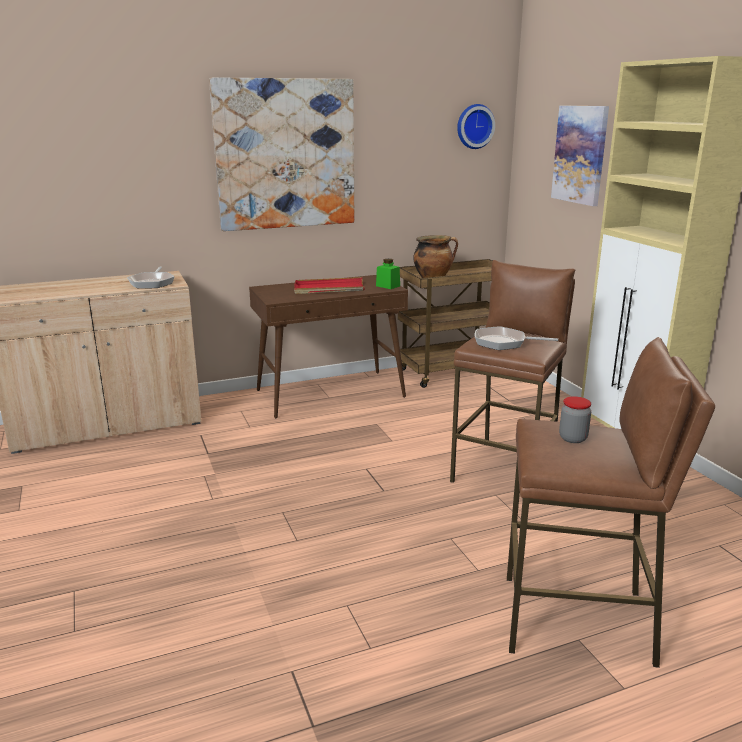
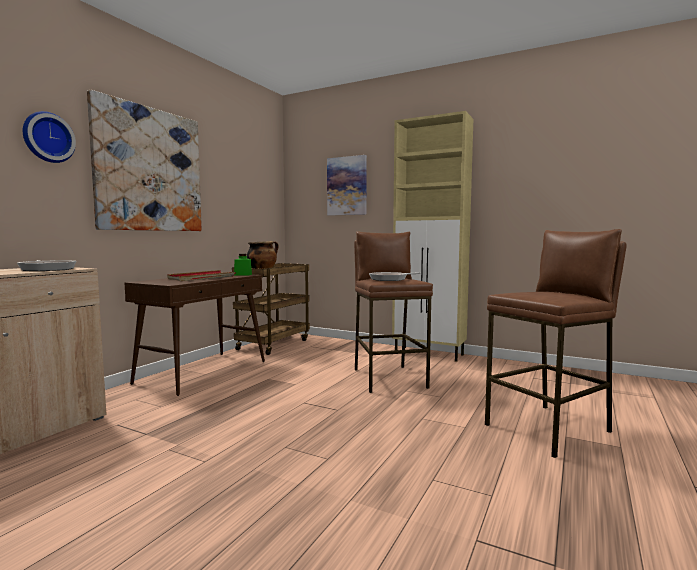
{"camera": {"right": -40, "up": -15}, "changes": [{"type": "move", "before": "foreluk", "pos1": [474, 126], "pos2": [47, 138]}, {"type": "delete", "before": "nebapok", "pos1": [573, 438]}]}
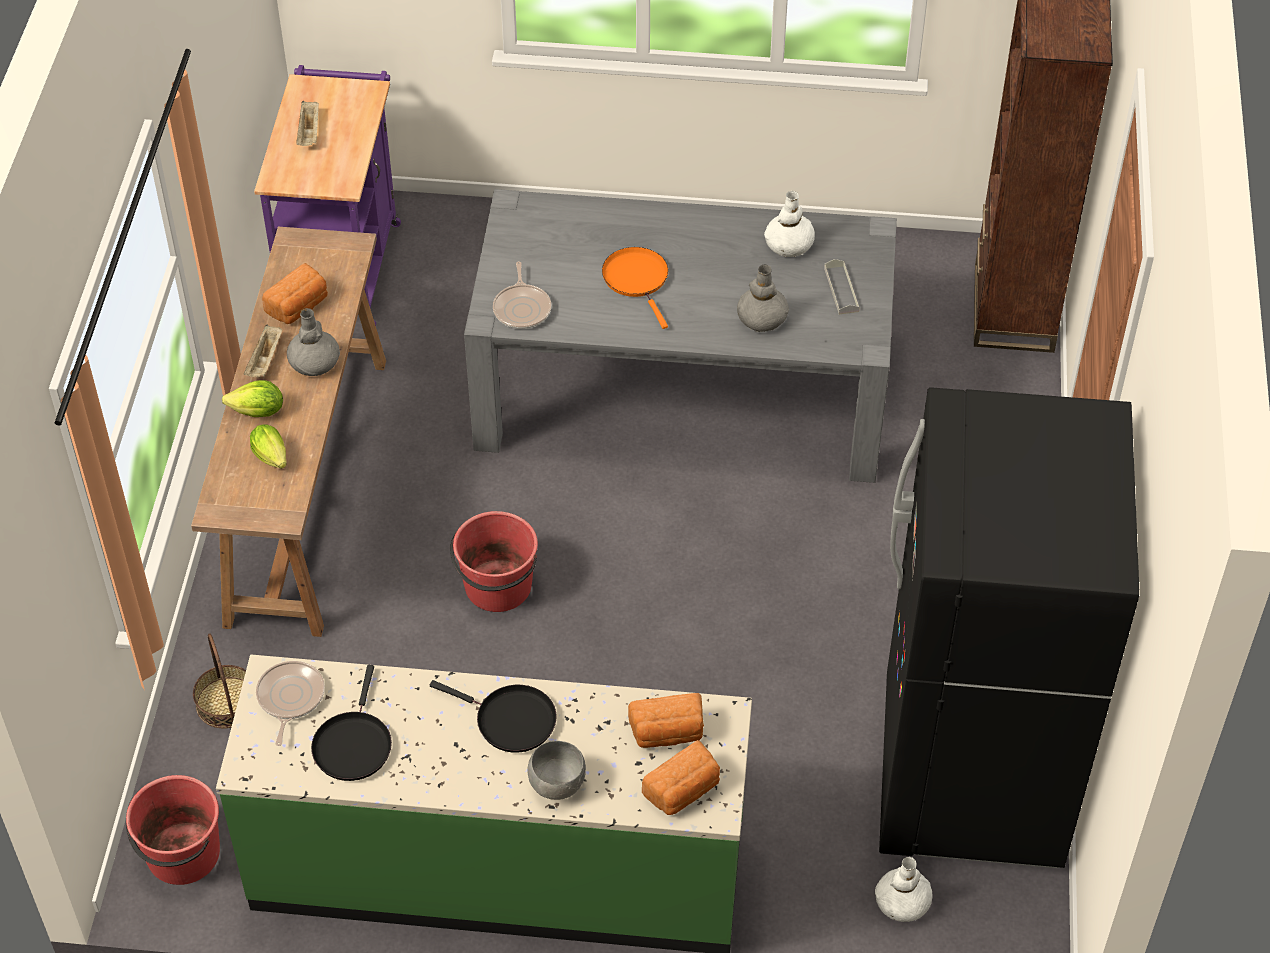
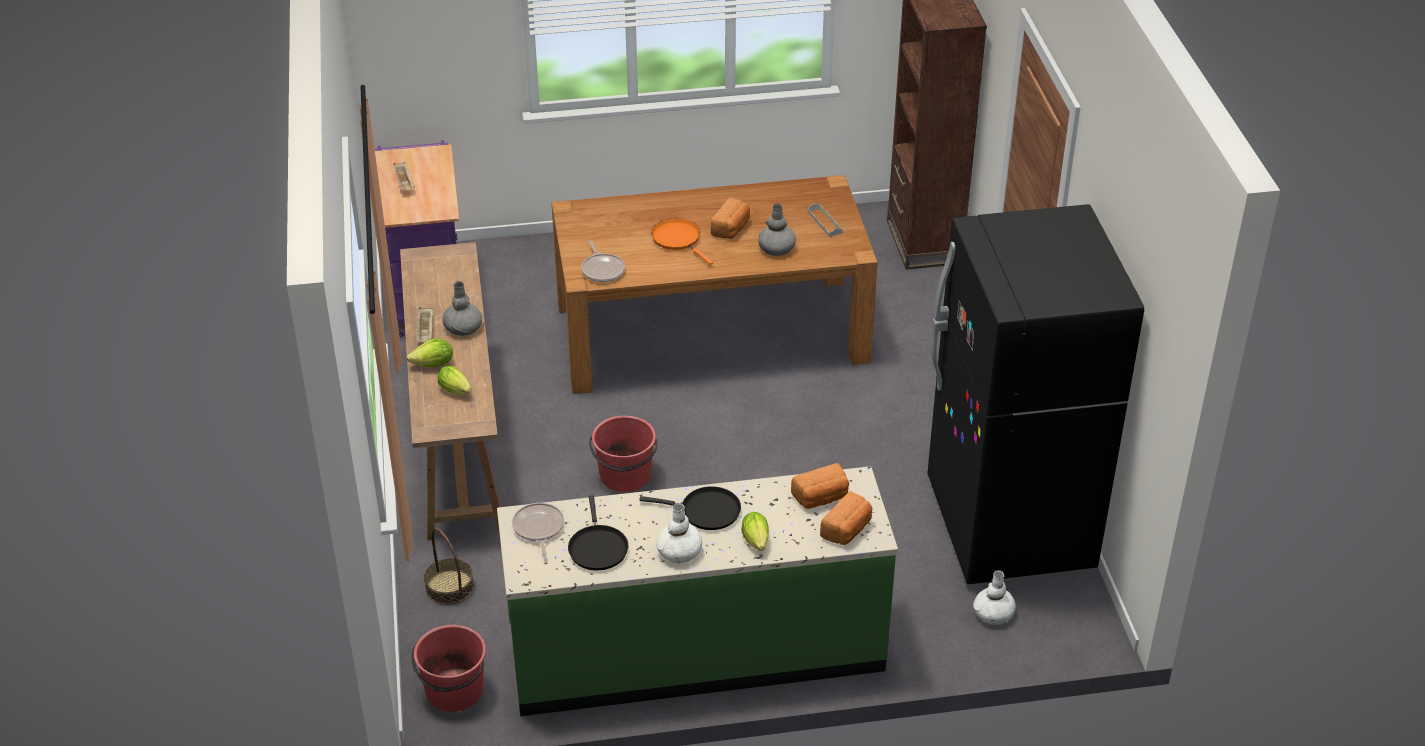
{"camera": {"right": -15, "up": -10}, "changes": [{"type": "move", "before": "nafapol", "pos1": [299, 307], "pos2": [731, 228]}, {"type": "recolor", "before": "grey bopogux", "after": "brown bopogux", "pos1": [682, 392], "pos2": [711, 331]}, {"type": "replace", "before": "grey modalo", "after": "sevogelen", "pos1": [558, 783], "pos2": [756, 542]}, {"type": "move", "before": "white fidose", "pos1": [789, 245], "pos2": [679, 552]}]}
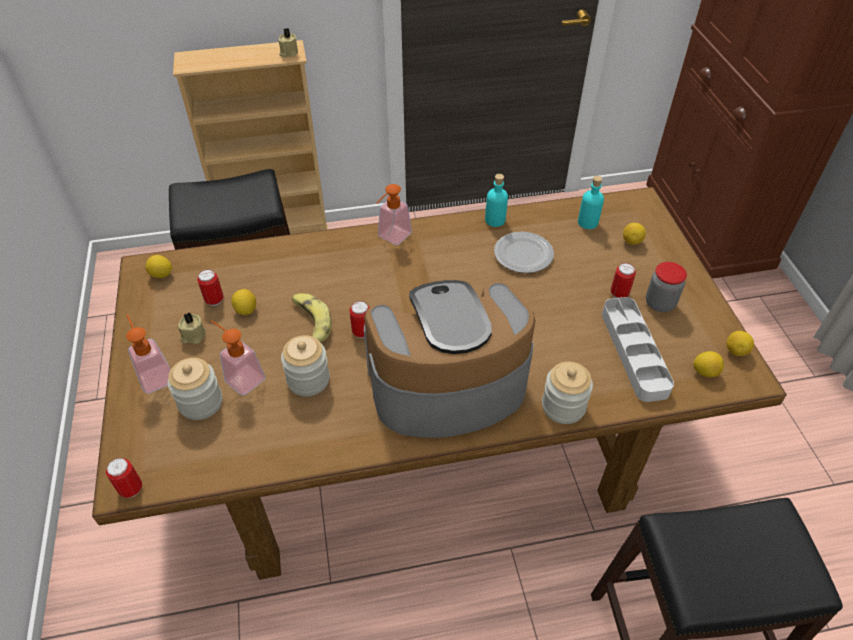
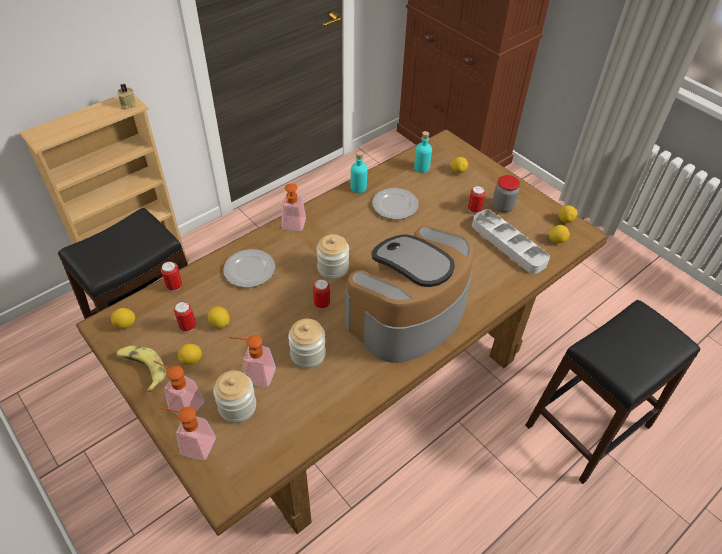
{"camera": {"right": -30, "up": 0}, "changes": [{"type": "move", "before": "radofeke", "pos1": [131, 489], "pos2": [174, 286]}, {"type": "replace", "before": "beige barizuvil", "after": "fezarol", "pos1": [193, 336], "pos2": [191, 360]}, {"type": "move", "before": "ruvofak", "pos1": [310, 322], "pos2": [142, 369]}, {"type": "move", "before": "nebapok", "pos1": [563, 406], "pos2": [333, 268]}, {"type": "insert", "after": "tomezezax", "pos2": [192, 444]}, {"type": "insert", "after": "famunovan", "pos2": [249, 270]}]}
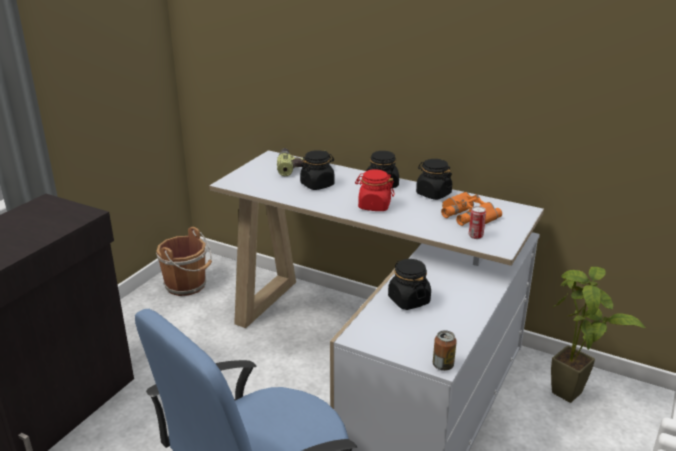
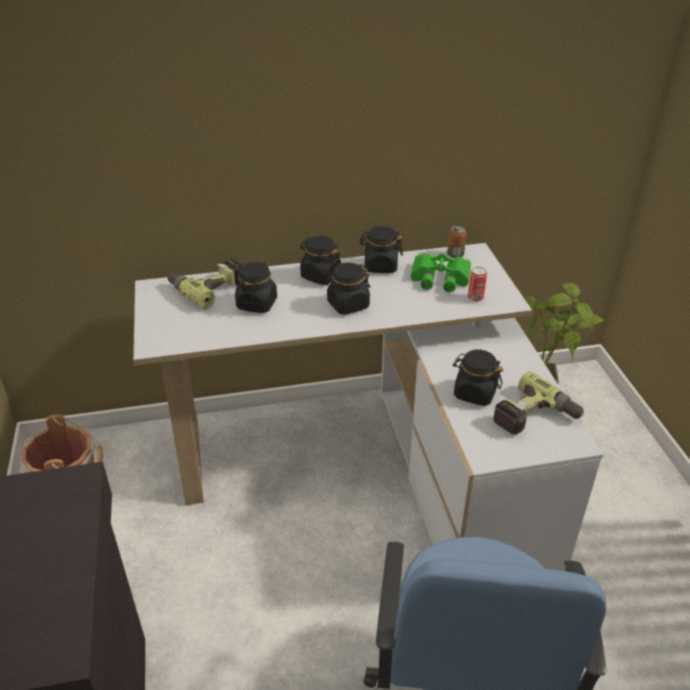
{"camera": {"right": -40, "up": 10}, "changes": [{"type": "recolor", "before": "red nebapok", "after": "black nebapok", "pos1": [374, 206], "pos2": [348, 305]}, {"type": "move", "before": "radofeke", "pos1": [443, 365], "pos2": [455, 255]}, {"type": "recolor", "before": "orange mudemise", "after": "green mudemise", "pos1": [466, 215], "pos2": [439, 278]}, {"type": "insert", "after": "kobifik", "pos2": [534, 418]}]}
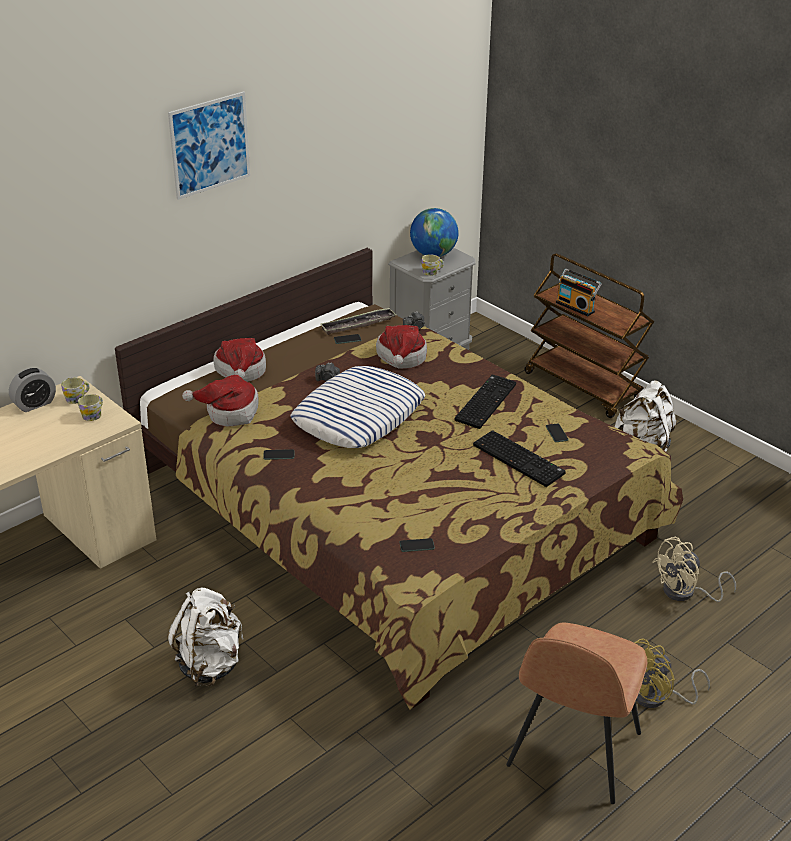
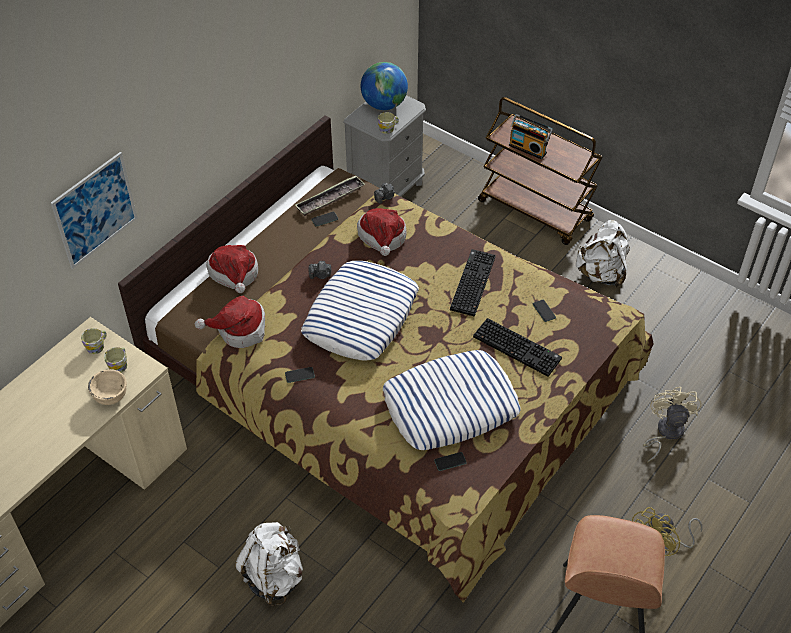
{"camera": {"right": -10, "up": 15}, "changes": [{"type": "delete", "before": "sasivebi", "pos1": [35, 404]}, {"type": "move", "before": "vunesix", "pos1": [210, 145], "pos2": [95, 210]}, {"type": "rotate", "before": "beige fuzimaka", "pos1": [685, 593], "pos2": [665, 432], "turn": 135}, {"type": "insert", "after": "beige modalo", "pos2": [110, 396]}, {"type": "insert", "after": "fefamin", "pos2": [450, 405]}]}
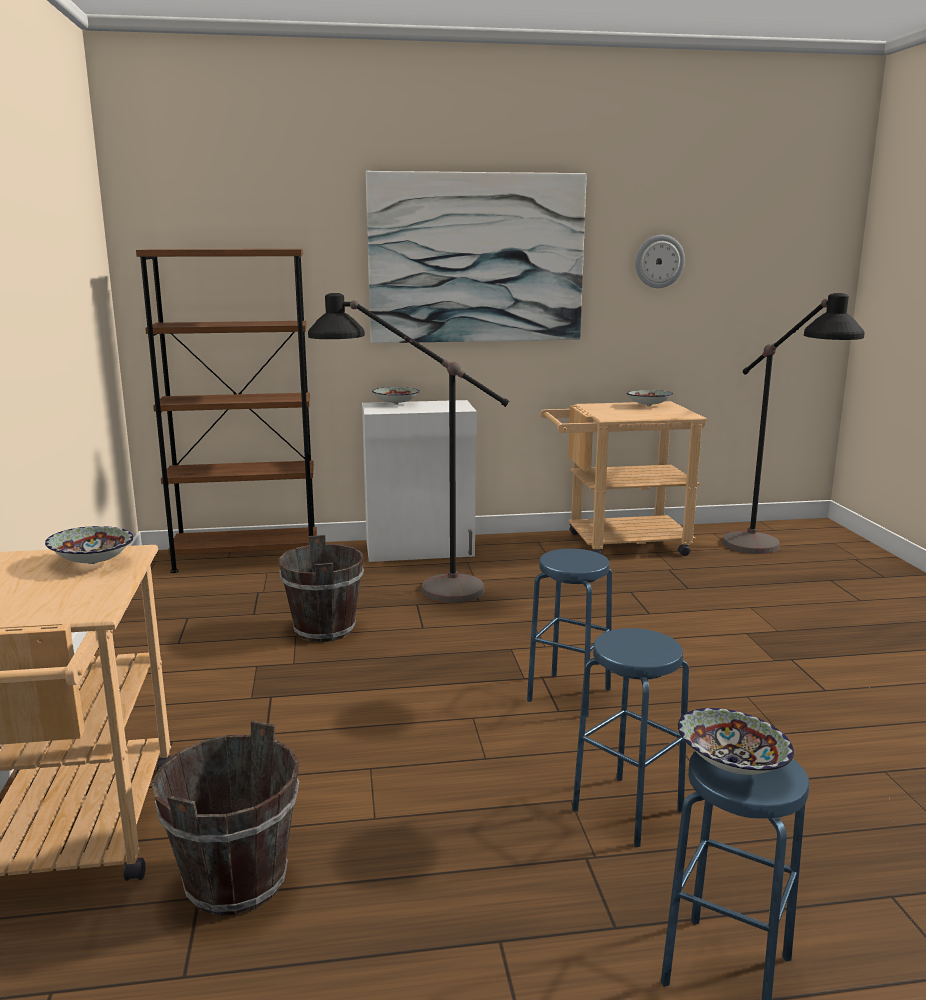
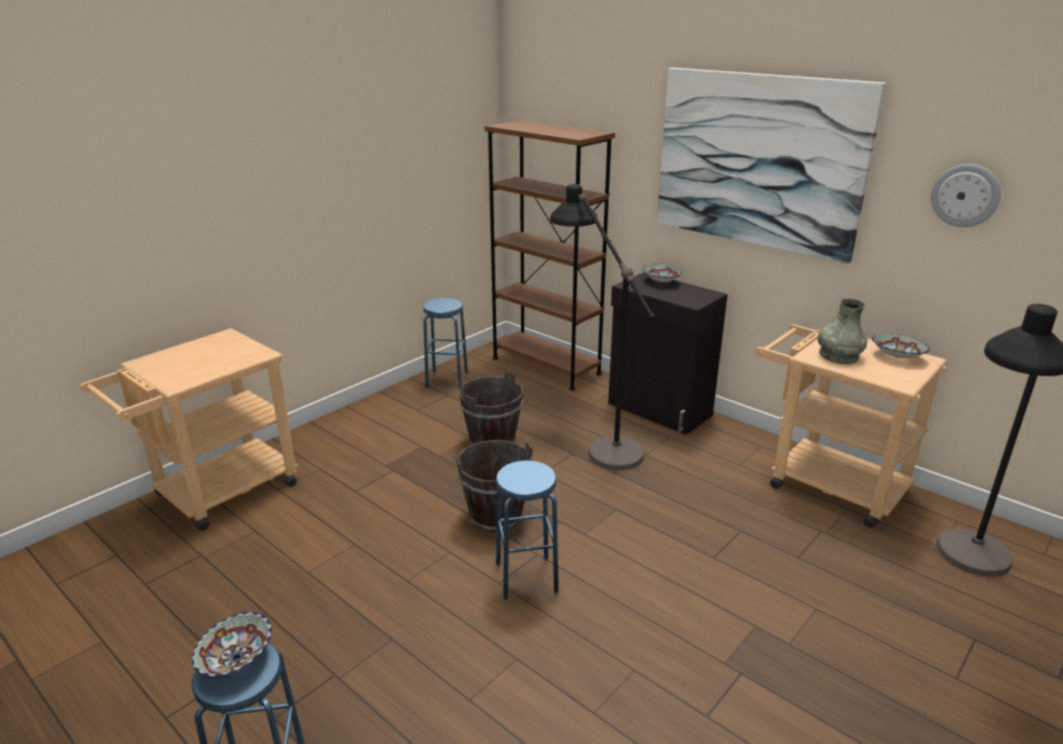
{"camera": {"right": 50, "up": 10}, "changes": [{"type": "delete", "before": "modalo", "pos1": [93, 562]}, {"type": "move", "before": "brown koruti", "pos1": [236, 881], "pos2": [496, 516]}, {"type": "recolor", "before": "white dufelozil", "after": "black dufelozil", "pos1": [420, 550], "pos2": [659, 410]}, {"type": "move", "before": "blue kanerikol", "pos1": [627, 810], "pos2": [447, 379]}, {"type": "insert", "after": "grey fidose", "pos2": [838, 356]}]}
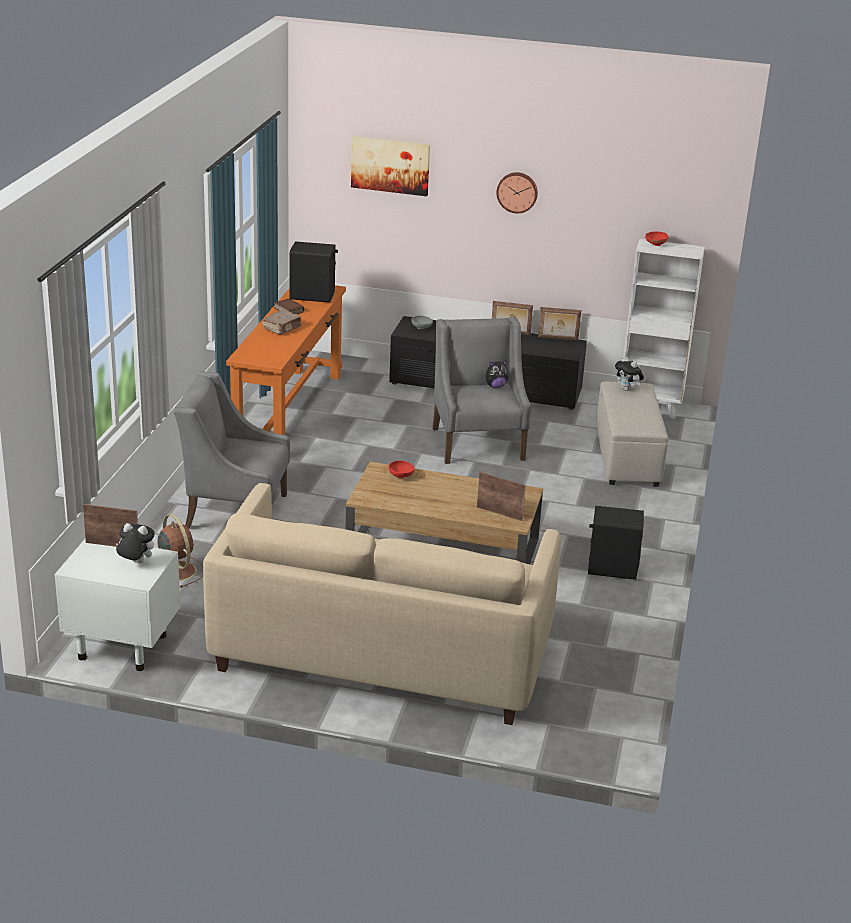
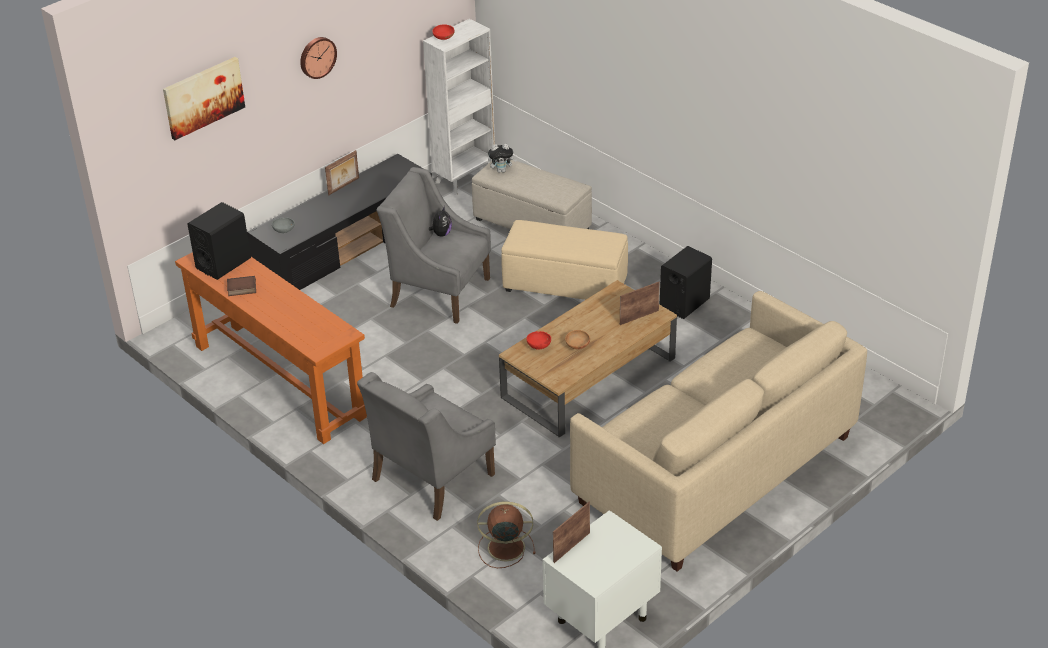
{"camera": {"right": -55, "up": 10}, "changes": [{"type": "delete", "before": "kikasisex", "pos1": [135, 562]}, {"type": "delete", "before": "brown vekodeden", "pos1": [282, 328]}, {"type": "delete", "before": "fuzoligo", "pos1": [558, 338]}, {"type": "insert", "after": "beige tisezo", "pos2": [566, 285]}, {"type": "insert", "after": "brown modalo", "pos2": [577, 346]}]}
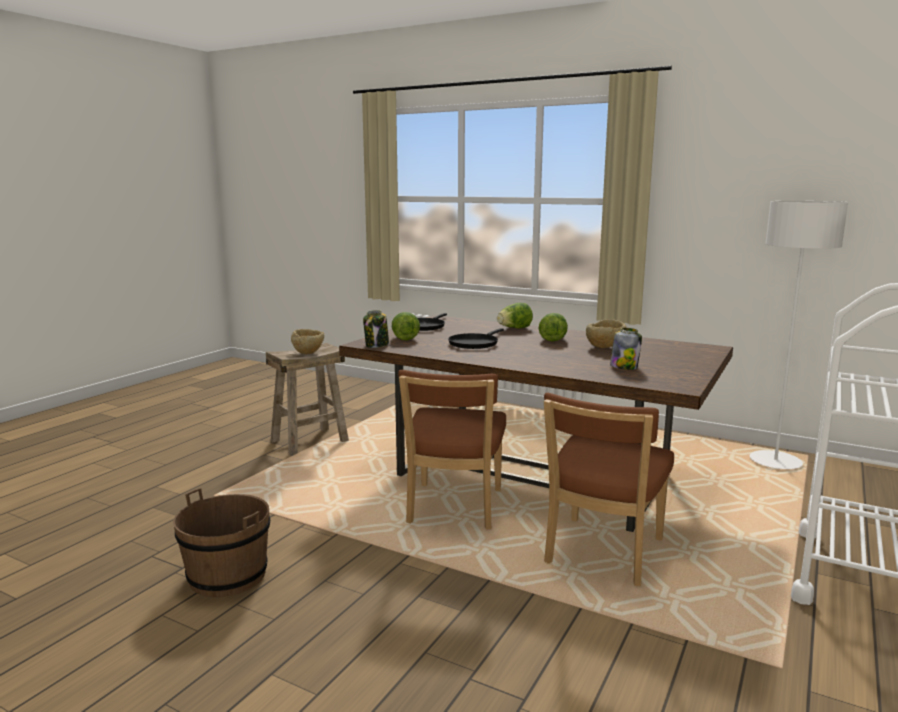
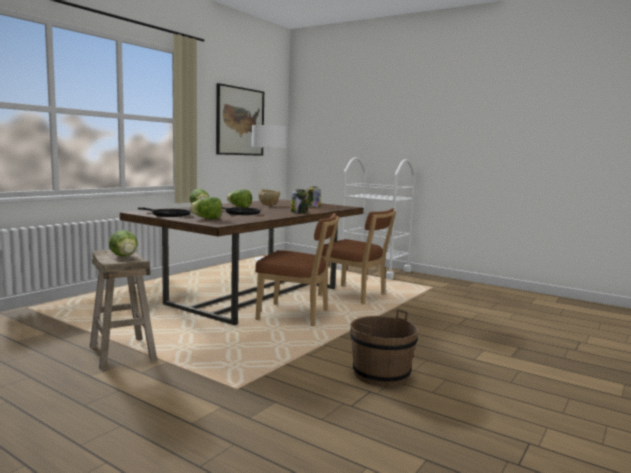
{"camera": {"right": -85, "up": -5}, "changes": [{"type": "replace", "before": "beige modalo", "after": "sevogelen", "pos1": [309, 353], "pos2": [125, 257]}, {"type": "move", "before": "nebapok", "pos1": [377, 345], "pos2": [299, 212]}, {"type": "insert", "after": "vunesix", "pos2": [240, 121]}]}
